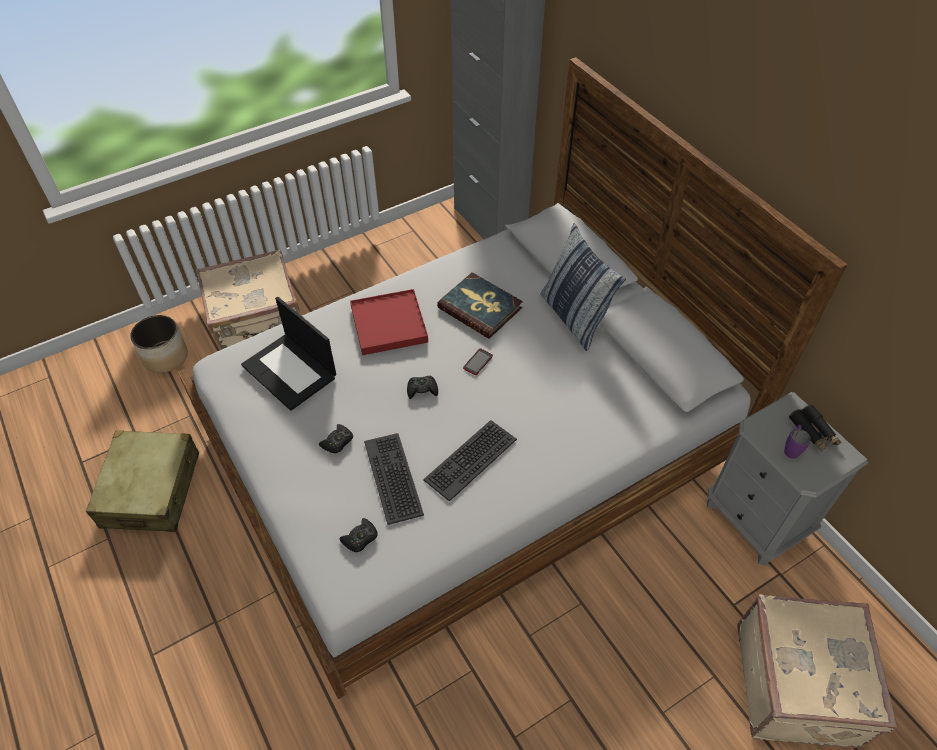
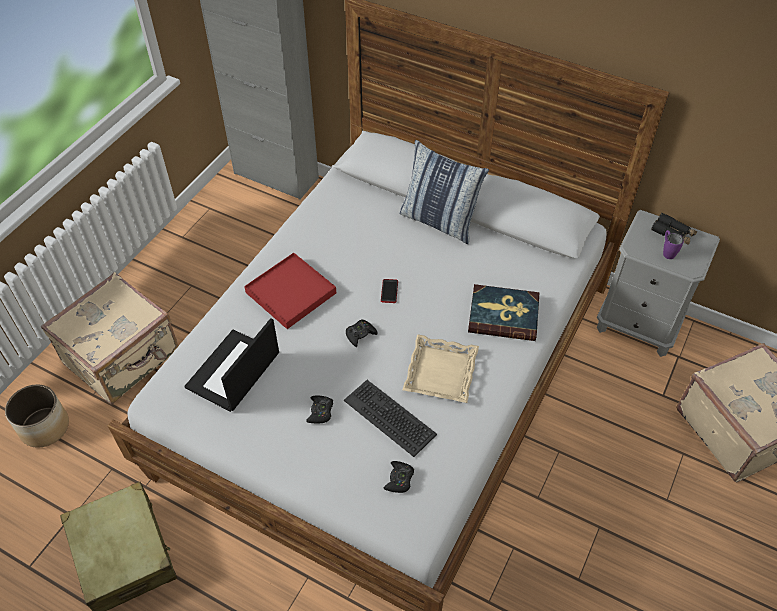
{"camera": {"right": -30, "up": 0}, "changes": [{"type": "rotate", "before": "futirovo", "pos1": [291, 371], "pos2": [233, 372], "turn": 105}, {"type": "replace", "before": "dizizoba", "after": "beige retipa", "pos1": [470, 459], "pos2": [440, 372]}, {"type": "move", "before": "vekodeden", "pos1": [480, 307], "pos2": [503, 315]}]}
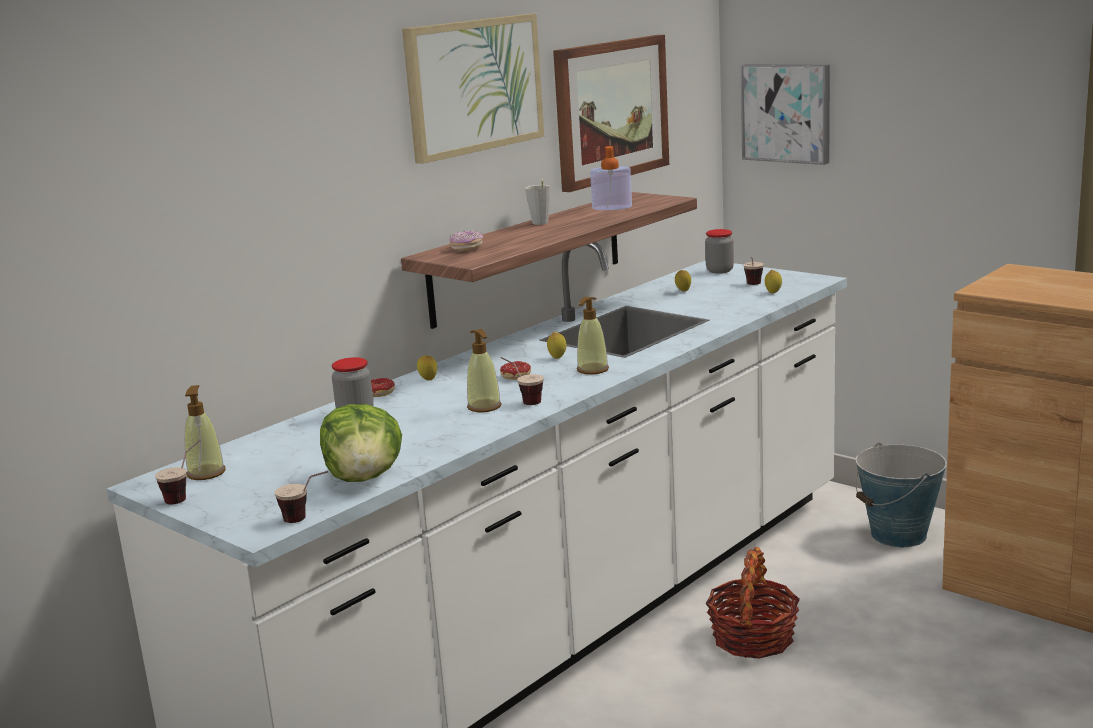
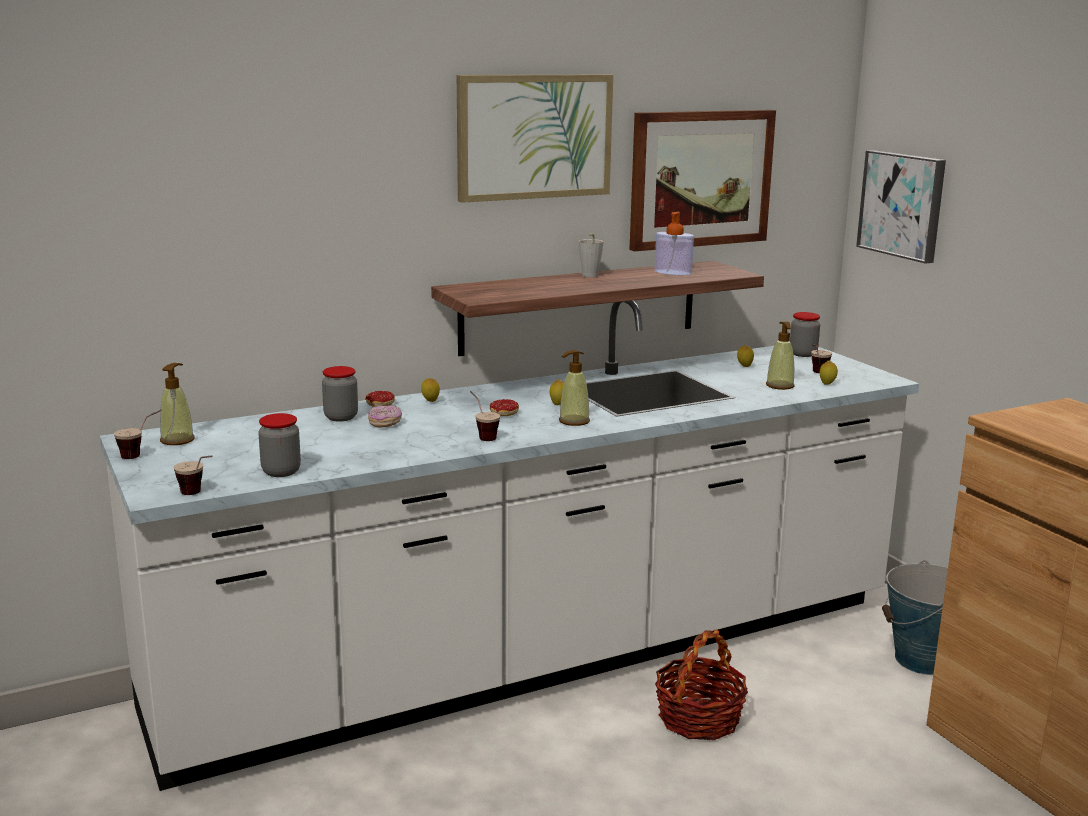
{"camera": {"right": 20, "up": 0}, "changes": [{"type": "replace", "before": "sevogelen", "after": "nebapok", "pos1": [365, 478], "pos2": [281, 471]}, {"type": "move", "before": "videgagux", "pos1": [466, 248], "pos2": [385, 424]}, {"type": "move", "before": "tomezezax", "pos1": [484, 407], "pos2": [780, 386]}]}
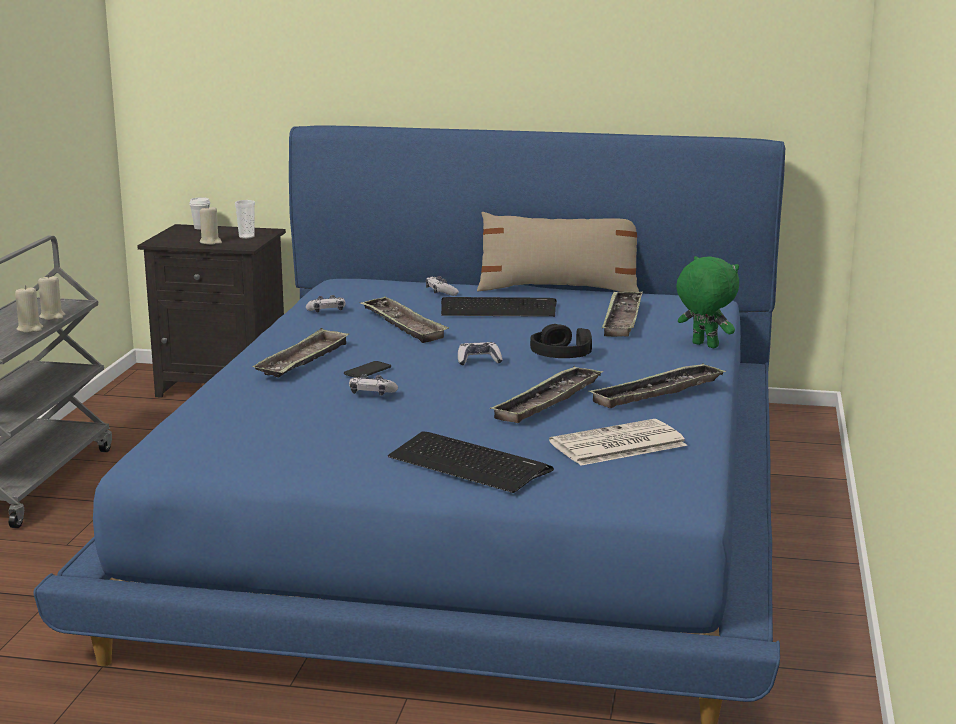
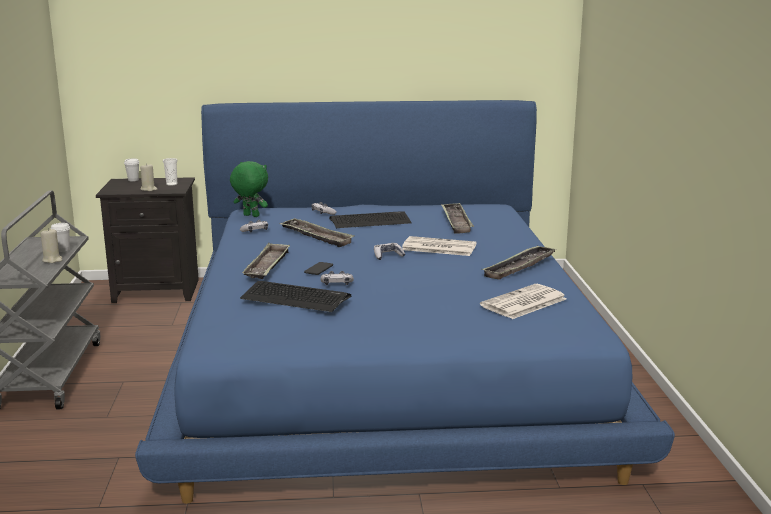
{"camera": {"right": -15, "up": 0}, "changes": [{"type": "replace", "before": "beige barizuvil", "after": "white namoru", "pos1": [52, 316], "pos2": [62, 250]}, {"type": "move", "before": "dizizoba", "pos1": [469, 464], "pos2": [295, 298]}, {"type": "delete", "before": "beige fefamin", "pos1": [558, 289]}, {"type": "delete", "before": "retipa", "pos1": [548, 401]}, {"type": "replace", "before": "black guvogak", "after": "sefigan", "pos1": [561, 354], "pos2": [438, 247]}, {"type": "move", "before": "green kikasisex", "pos1": [703, 345], "pos2": [250, 216]}]}
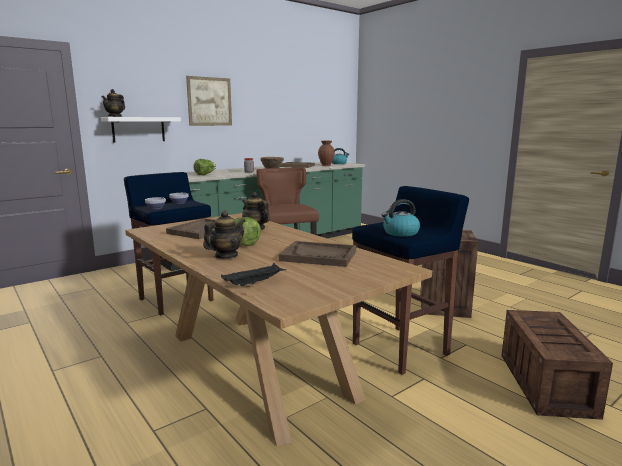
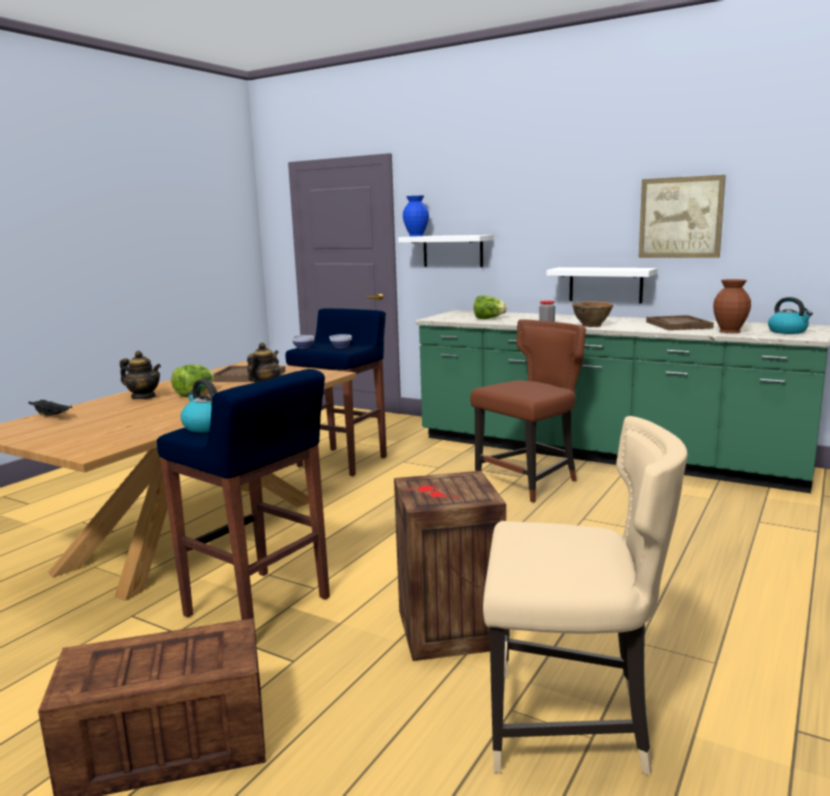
{"camera": {"right": 70, "up": 0}, "changes": [{"type": "replace", "before": "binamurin", "after": "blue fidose", "pos1": [115, 116], "pos2": [417, 236]}, {"type": "move", "before": "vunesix", "pos1": [209, 101], "pos2": [680, 217]}, {"type": "delete", "before": "brown retipa", "pos1": [319, 256]}, {"type": "insert", "after": "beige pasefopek", "pos2": [572, 725]}, {"type": "insert", "after": "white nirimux", "pos2": [605, 285]}]}
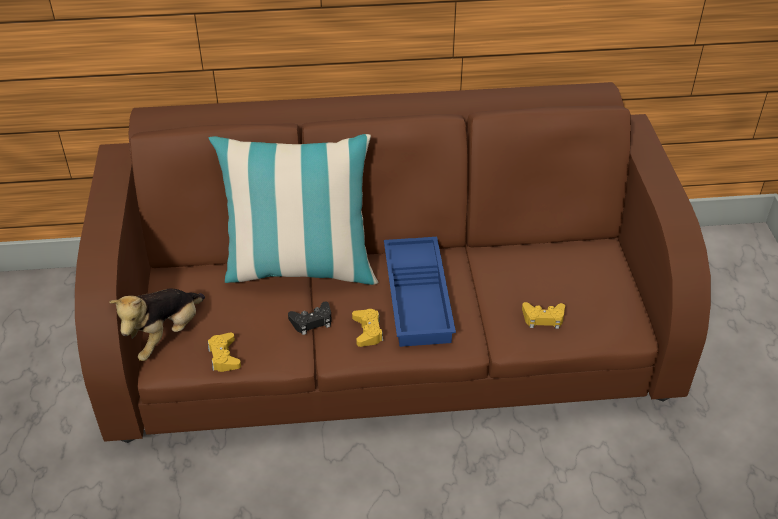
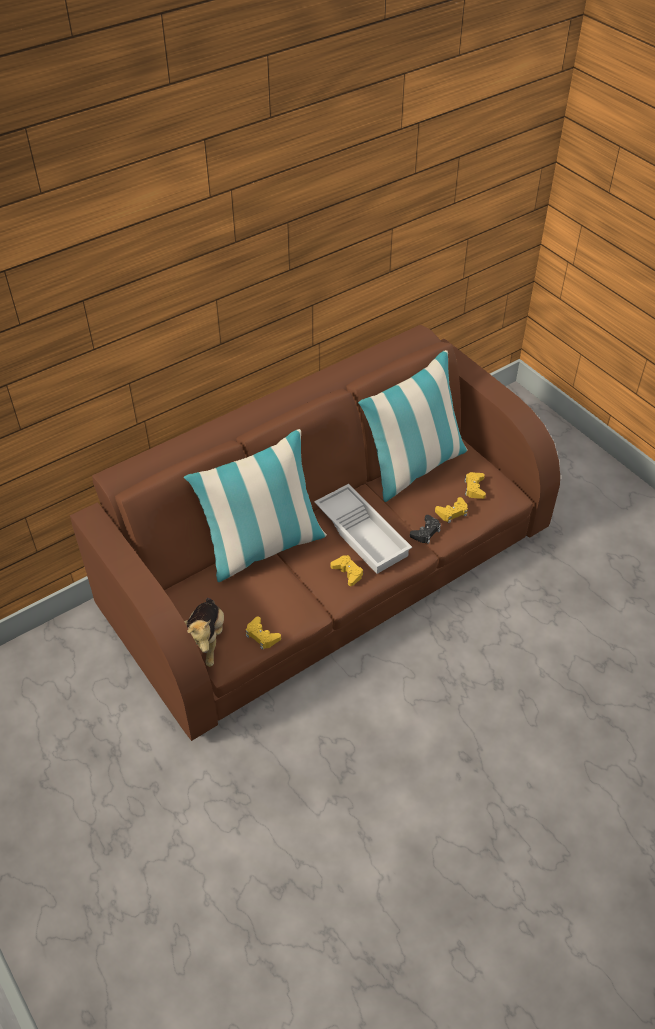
{"camera": {"right": -30, "up": 5}, "changes": [{"type": "move", "before": "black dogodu", "pos1": [312, 321], "pos2": [426, 532]}, {"type": "recolor", "before": "blue retipa", "after": "white retipa", "pos1": [419, 297], "pos2": [363, 533]}, {"type": "insert", "after": "fefamin", "pos2": [413, 467]}, {"type": "insert", "after": "yellow dogodu", "pos2": [474, 488]}]}
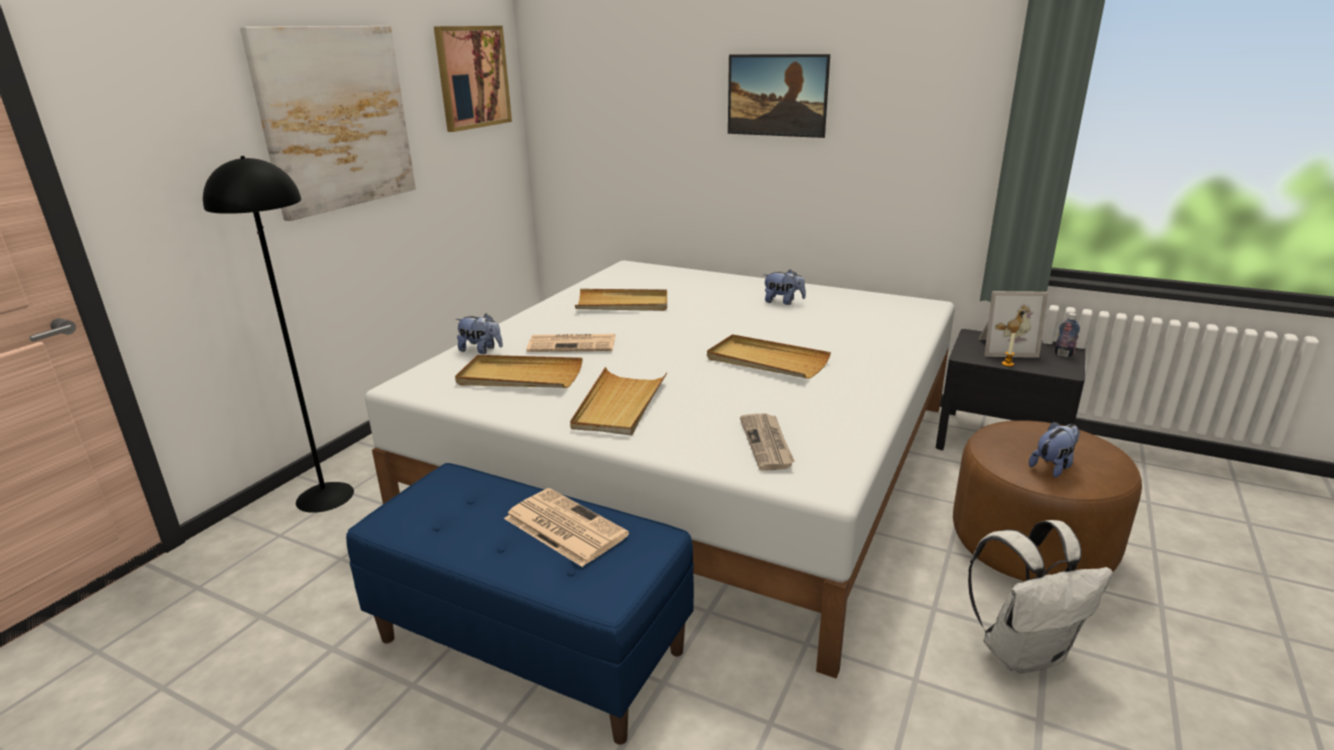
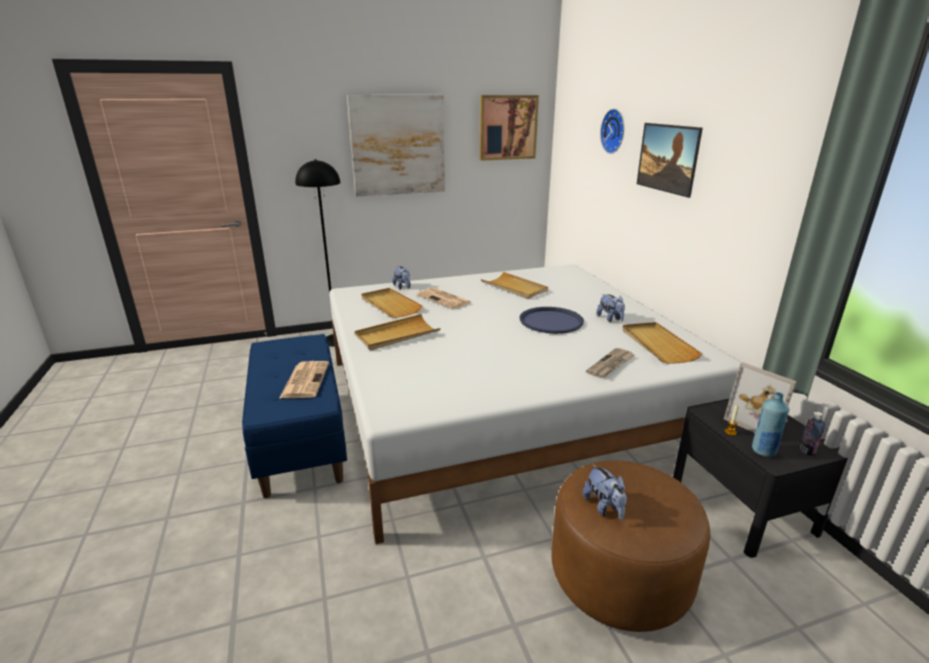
{"camera": {"right": 45, "up": 0}, "changes": [{"type": "move", "before": "beige retipa", "pos1": [766, 361], "pos2": [657, 344]}, {"type": "move", "before": "sefigan", "pos1": [767, 443], "pos2": [610, 365]}, {"type": "delete", "before": "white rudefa", "pos1": [1023, 651]}, {"type": "rotate", "before": "kikasisex", "pos1": [1053, 466], "pos2": [604, 507], "turn": 60}, {"type": "insert", "after": "blue retipa", "pos2": [551, 321]}, {"type": "insert", "after": "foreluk", "pos2": [615, 131]}, {"type": "insert", "after": "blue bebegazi", "pos2": [763, 451]}]}
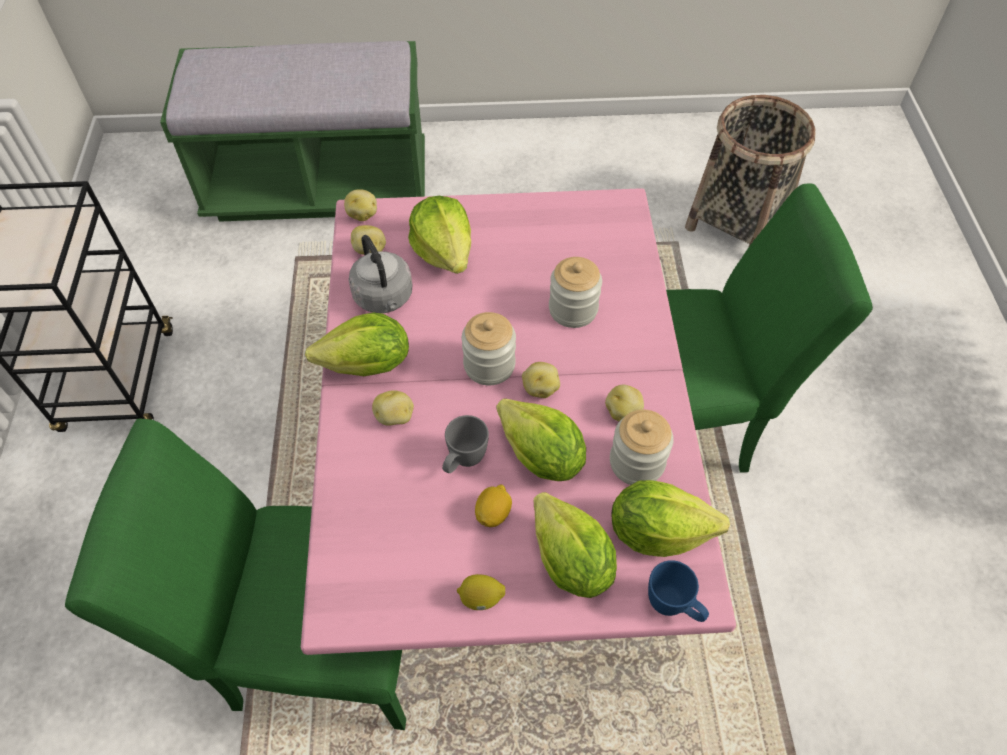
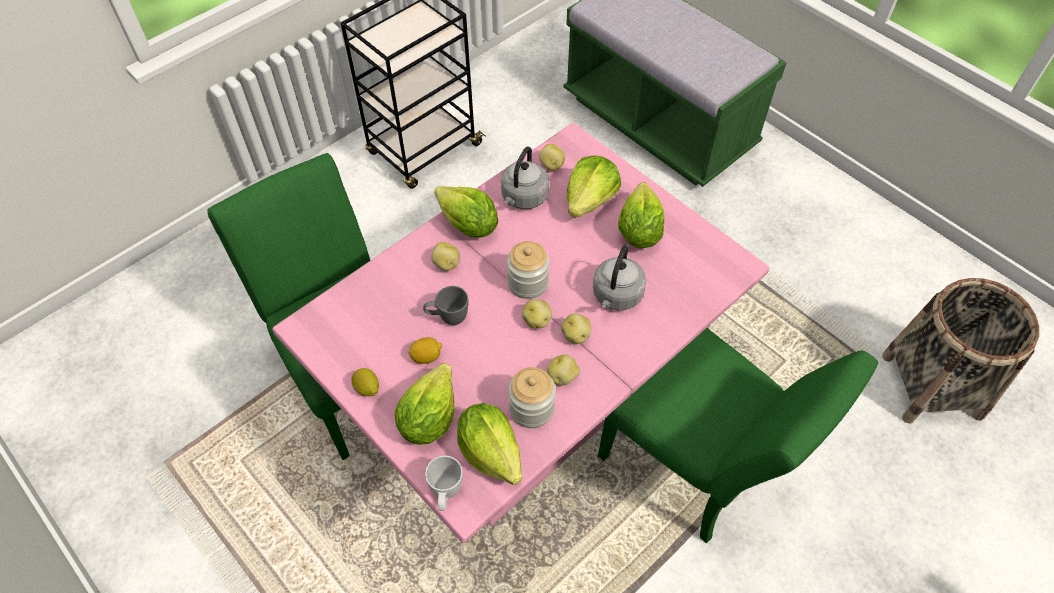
{"camera": {"right": 50, "up": 0}, "changes": [{"type": "move", "before": "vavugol", "pos1": [362, 214], "pos2": [576, 335]}, {"type": "move", "before": "sevogelen", "pos1": [541, 457], "pos2": [638, 232]}, {"type": "replace", "before": "nebapok", "after": "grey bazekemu", "pos1": [573, 309], "pos2": [616, 296]}, {"type": "recolor", "before": "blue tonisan", "after": "white tonisan", "pos1": [673, 606], "pos2": [446, 494]}]}
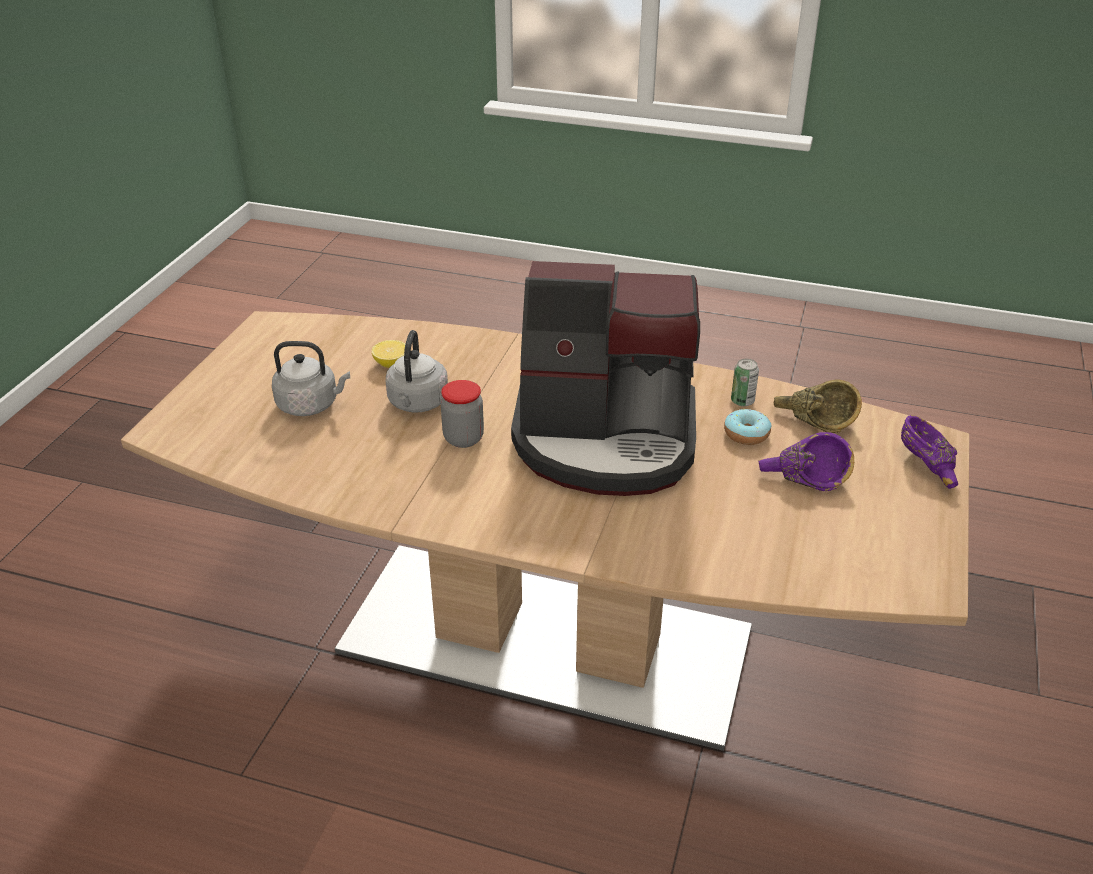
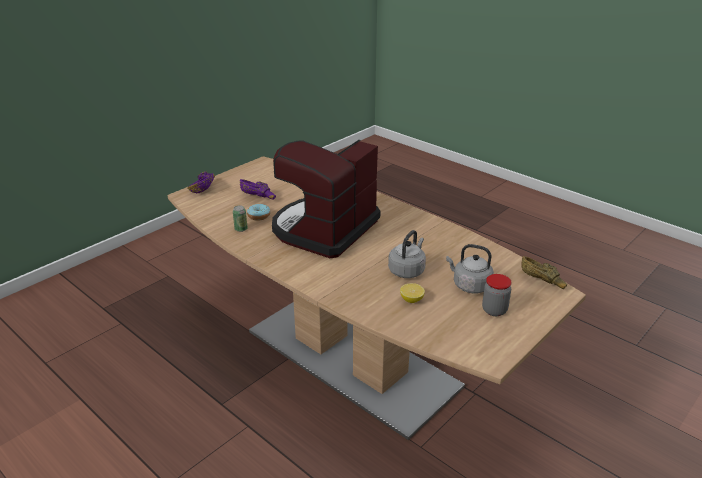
{"camera": {"right": -155, "up": -5}, "changes": [{"type": "move", "before": "nebapok", "pos1": [463, 438], "pos2": [494, 310]}, {"type": "rotate", "before": "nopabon", "pos1": [606, 440], "pos2": [324, 229], "turn": -90}, {"type": "move", "before": "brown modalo", "pos1": [813, 420], "pos2": [543, 280]}]}
